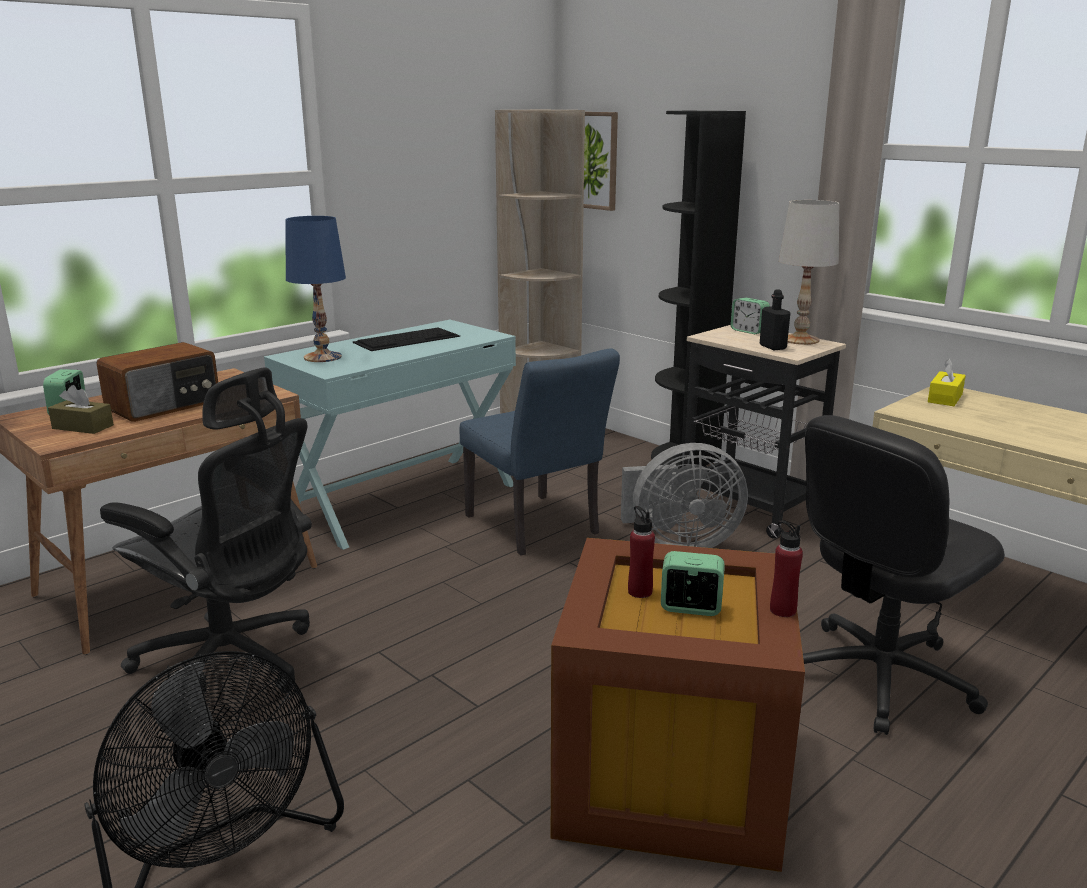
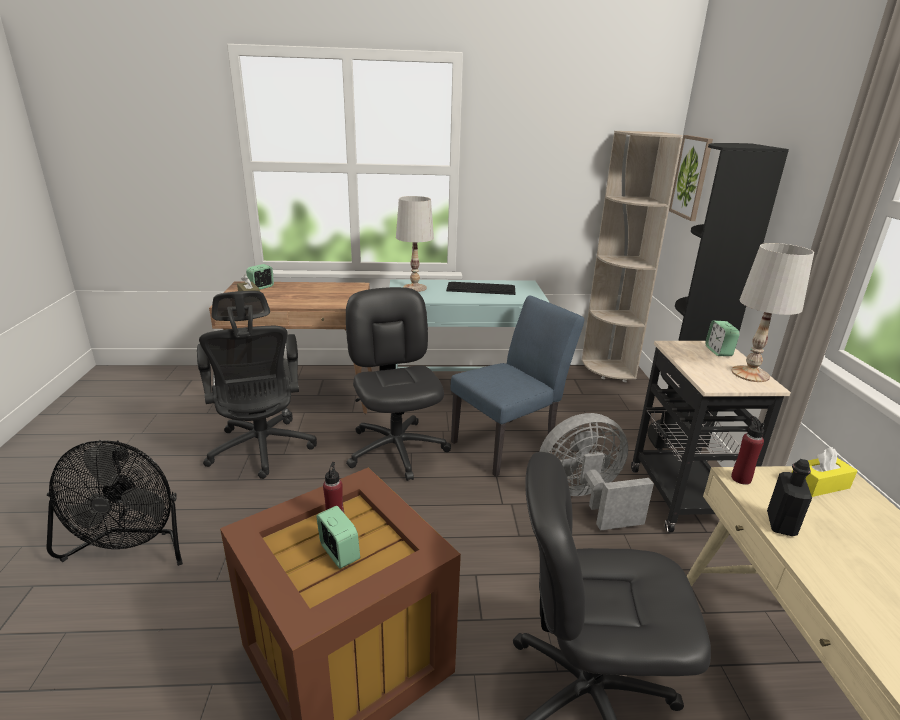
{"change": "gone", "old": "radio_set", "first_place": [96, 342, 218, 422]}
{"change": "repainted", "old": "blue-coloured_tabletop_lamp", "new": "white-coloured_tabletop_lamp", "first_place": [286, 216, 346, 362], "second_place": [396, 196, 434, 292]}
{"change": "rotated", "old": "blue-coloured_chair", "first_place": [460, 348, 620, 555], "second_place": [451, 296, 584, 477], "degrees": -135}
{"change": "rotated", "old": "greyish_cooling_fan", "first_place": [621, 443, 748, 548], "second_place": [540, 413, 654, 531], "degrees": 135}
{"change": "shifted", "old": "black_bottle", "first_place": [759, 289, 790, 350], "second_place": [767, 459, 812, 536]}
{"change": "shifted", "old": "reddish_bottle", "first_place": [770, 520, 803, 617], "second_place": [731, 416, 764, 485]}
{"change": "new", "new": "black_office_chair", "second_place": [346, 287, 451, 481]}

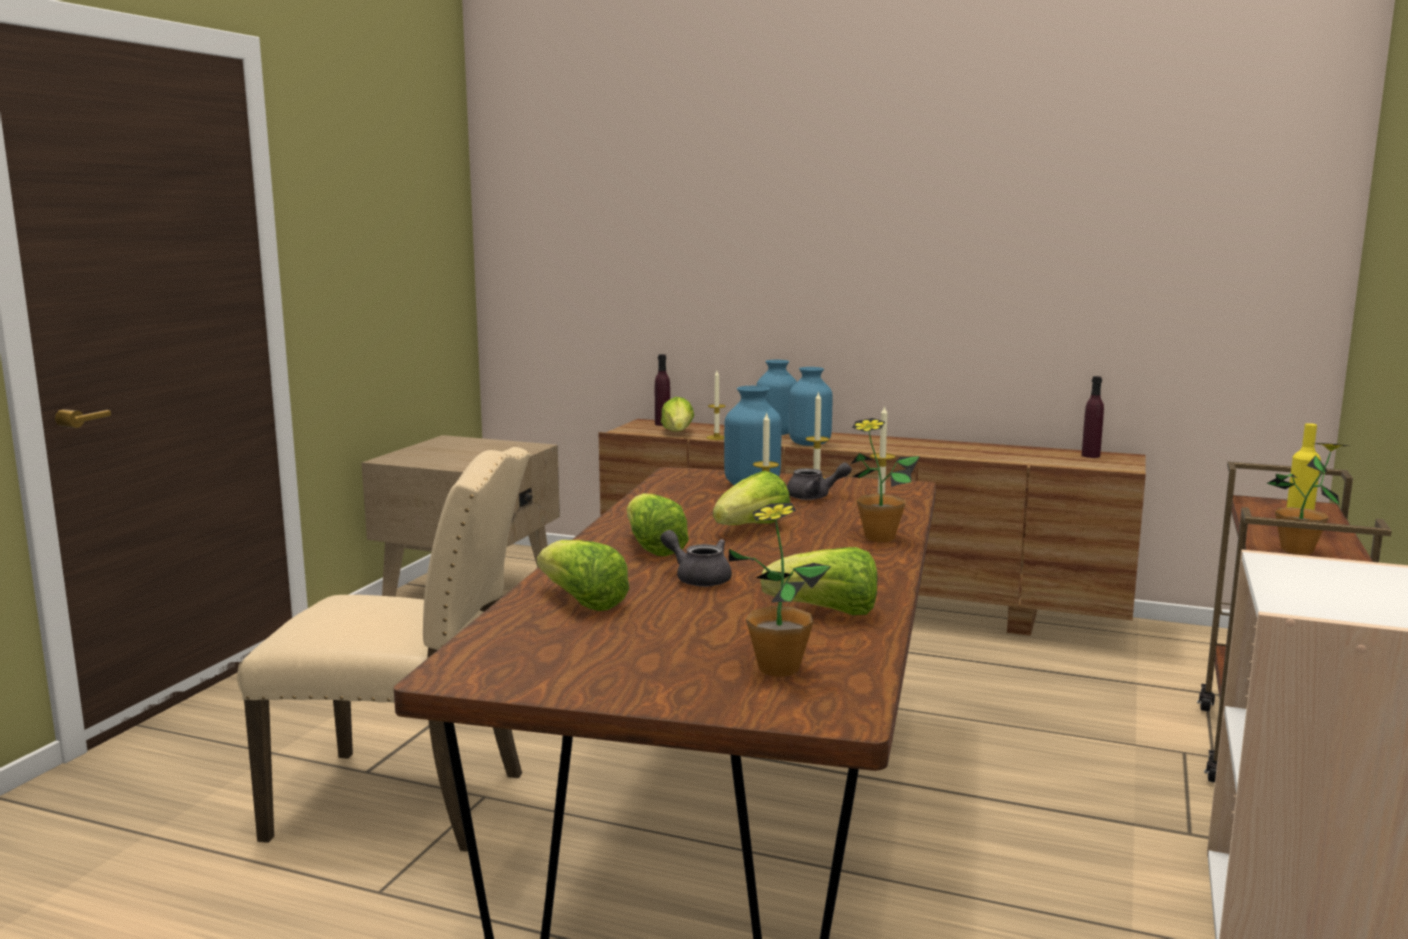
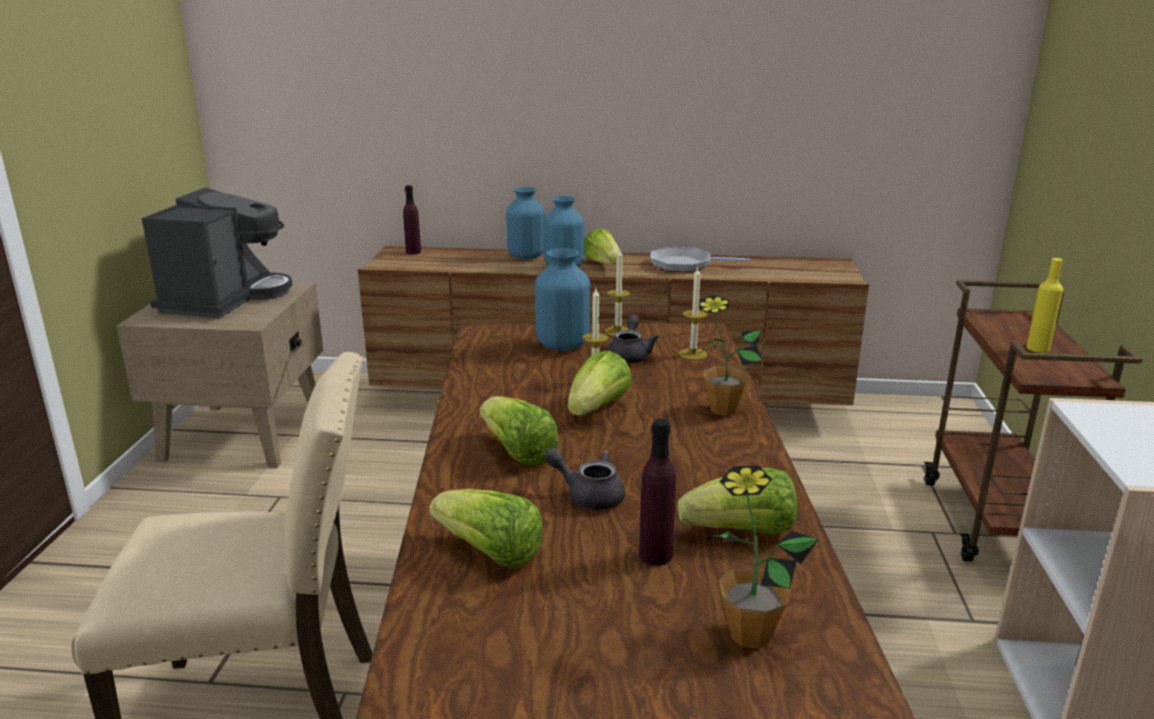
{"change": "shifted", "old": "lettuce", "first_place": [661, 397, 694, 432], "second_place": [584, 228, 619, 265]}
{"change": "gone", "old": "candle", "first_place": [706, 371, 726, 440]}
{"change": "rotated", "old": "greyish_teapot", "first_place": [787, 463, 852, 500], "second_place": [607, 314, 659, 363], "degrees": -60}
{"change": "shifted", "old": "purple_bottle", "first_place": [1082, 376, 1104, 458], "second_place": [639, 419, 676, 566]}
{"change": "gone", "old": "houseplant", "first_place": [1266, 443, 1348, 555]}
{"change": "new", "new": "coffee_maker", "second_place": [142, 187, 292, 318]}
{"change": "new", "new": "frying_pan", "second_place": [650, 247, 749, 272]}

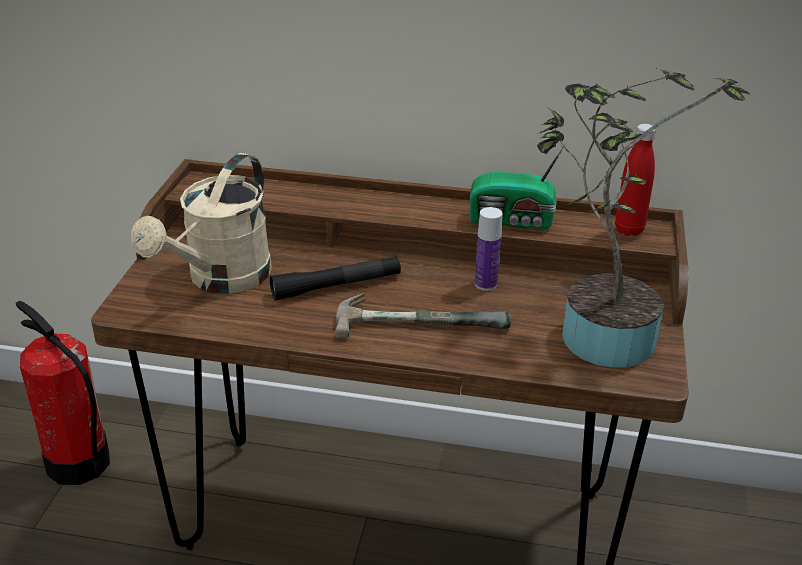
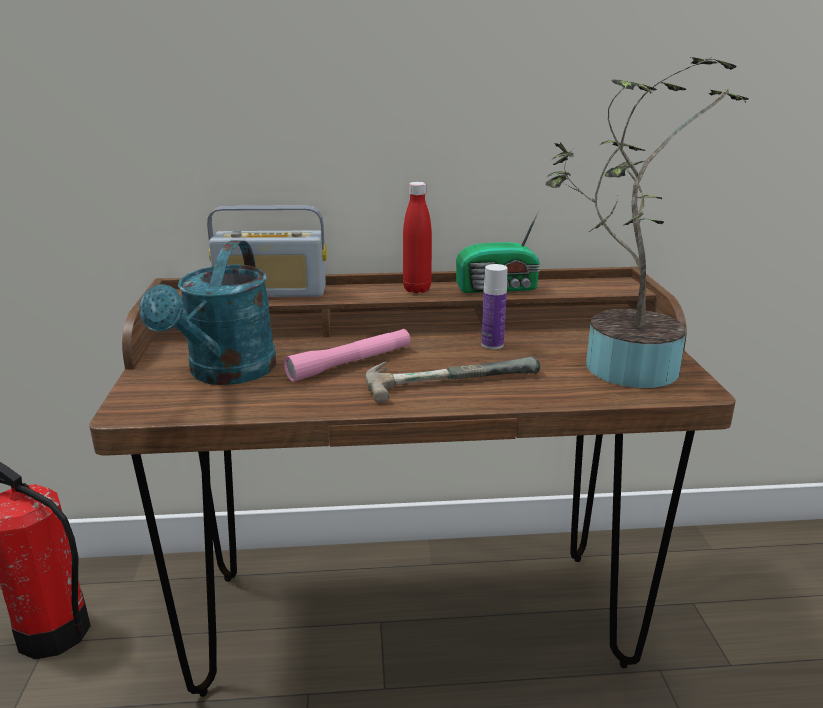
{"change": "repainted", "old": "beige-coloured_watering_can", "new": "turquoise_watering_can", "first_place": [131, 153, 272, 294], "second_place": [139, 240, 276, 385]}
{"change": "repainted", "old": "black_flashlight", "new": "pink-coloured_flashlight", "first_place": [270, 256, 401, 301], "second_place": [284, 329, 410, 382]}
{"change": "shifted", "old": "reddish_bottle", "first_place": [615, 124, 656, 236], "second_place": [403, 182, 432, 293]}
{"change": "new", "new": "radio_set", "second_place": [207, 205, 327, 297]}

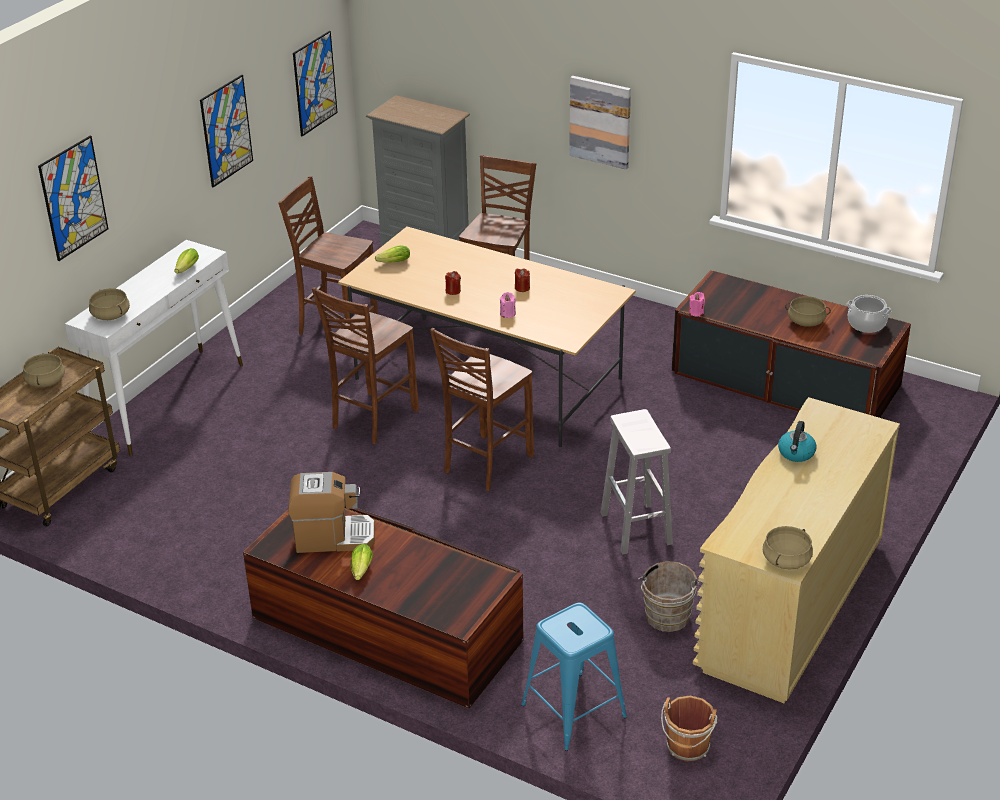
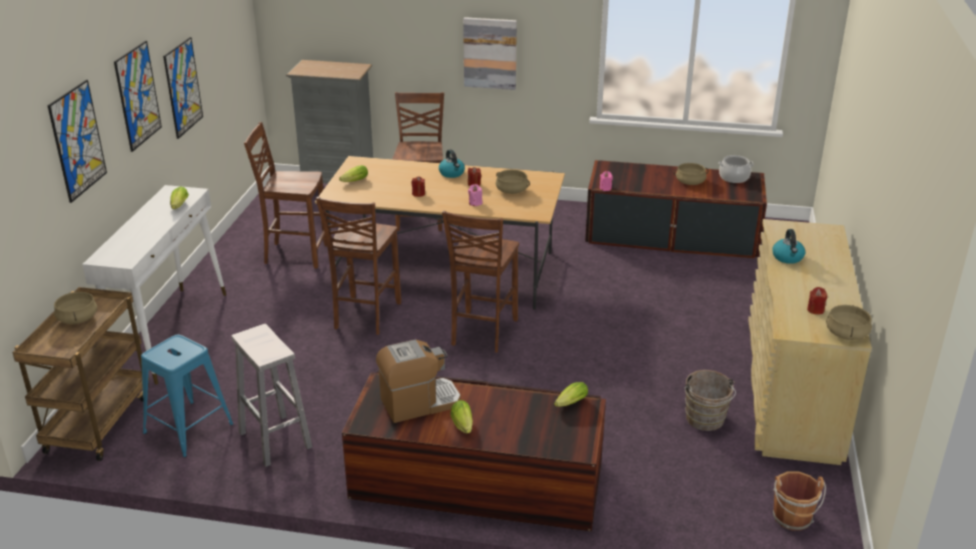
{"change": "shifted", "old": "beige-coloured_cooking_pot", "first_place": [89, 288, 130, 320], "second_place": [496, 170, 530, 194]}
{"change": "shifted", "old": "wall_art", "first_place": [293, 31, 338, 136], "second_place": [114, 41, 162, 152]}
{"change": "shifted", "old": "blue-coloured_stool_seat", "first_place": [521, 602, 627, 751], "second_place": [141, 334, 233, 457]}
{"change": "shifted", "old": "white-coloured_stool_seat", "first_place": [601, 409, 673, 555], "second_place": [231, 324, 312, 467]}
{"change": "new", "new": "kettle", "second_place": [439, 149, 465, 178]}
{"change": "new", "new": "lettuce", "second_place": [554, 382, 588, 407]}
{"change": "new", "new": "reddish_candle", "second_place": [807, 287, 827, 314]}

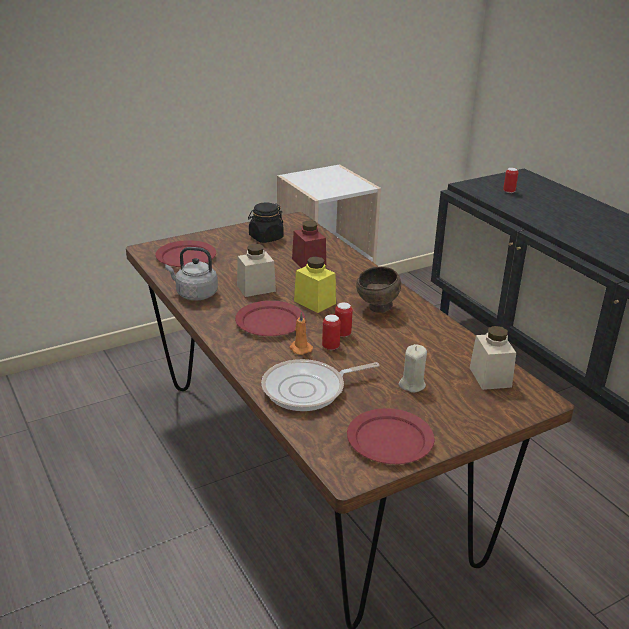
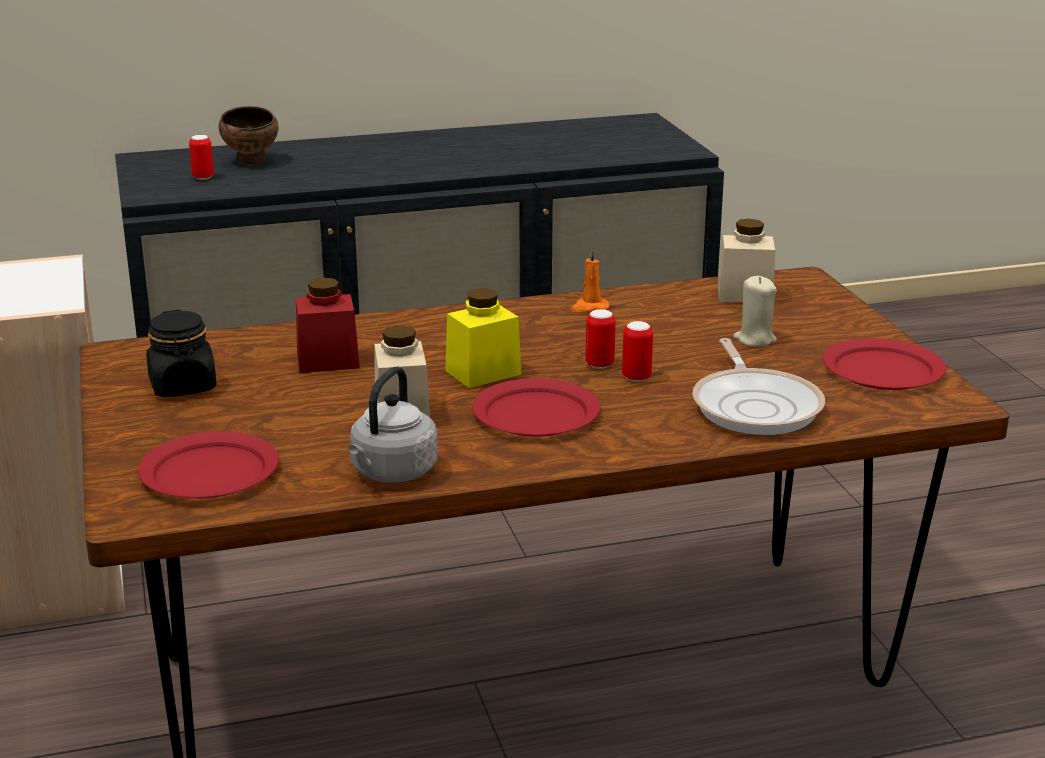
{"change": "shifted", "old": "orangey_candle", "first_place": [289, 312, 313, 355], "second_place": [571, 248, 609, 313]}
{"change": "shifted", "old": "brown-coloured_deep_dish", "first_place": [356, 266, 401, 313], "second_place": [219, 106, 278, 164]}

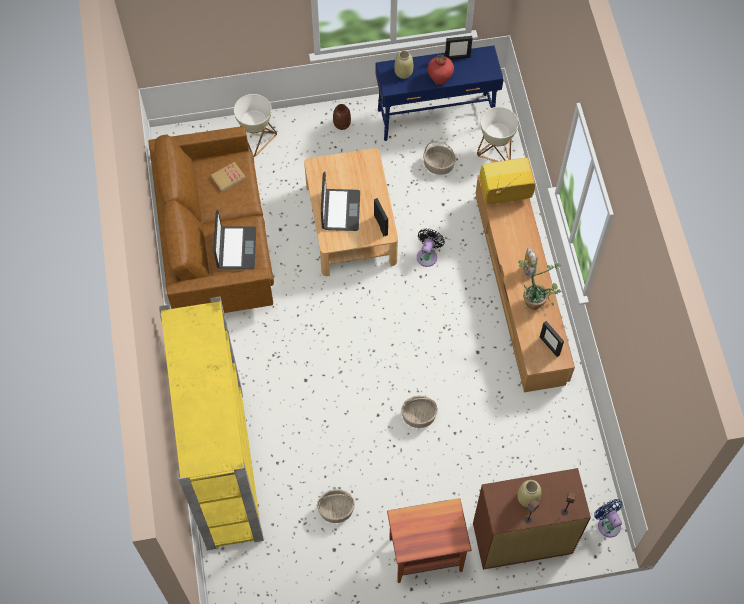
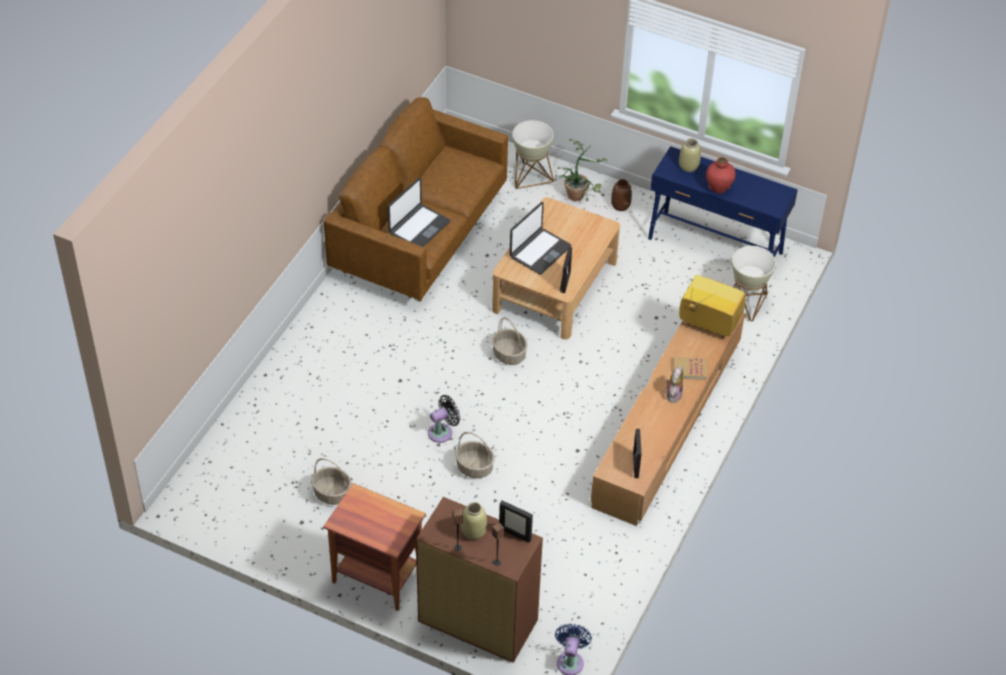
{"change": "gone", "old": "yellow_shelving_unit", "first_place": [159, 297, 264, 550]}
{"change": "shifted", "old": "bound_book", "first_place": [211, 162, 246, 192], "second_place": [673, 357, 707, 380]}
{"change": "shifted", "old": "black_cooling_fan", "first_place": [417, 228, 445, 267], "second_place": [428, 395, 460, 443]}
{"change": "shifted", "old": "household_basket", "first_place": [423, 141, 456, 175], "second_place": [492, 317, 528, 365]}
{"change": "shifted", "old": "picture_frame", "first_place": [445, 36, 472, 60], "second_place": [499, 500, 533, 543]}
{"change": "shifted", "old": "houseplant", "first_place": [518, 258, 562, 310], "second_place": [554, 139, 607, 201]}

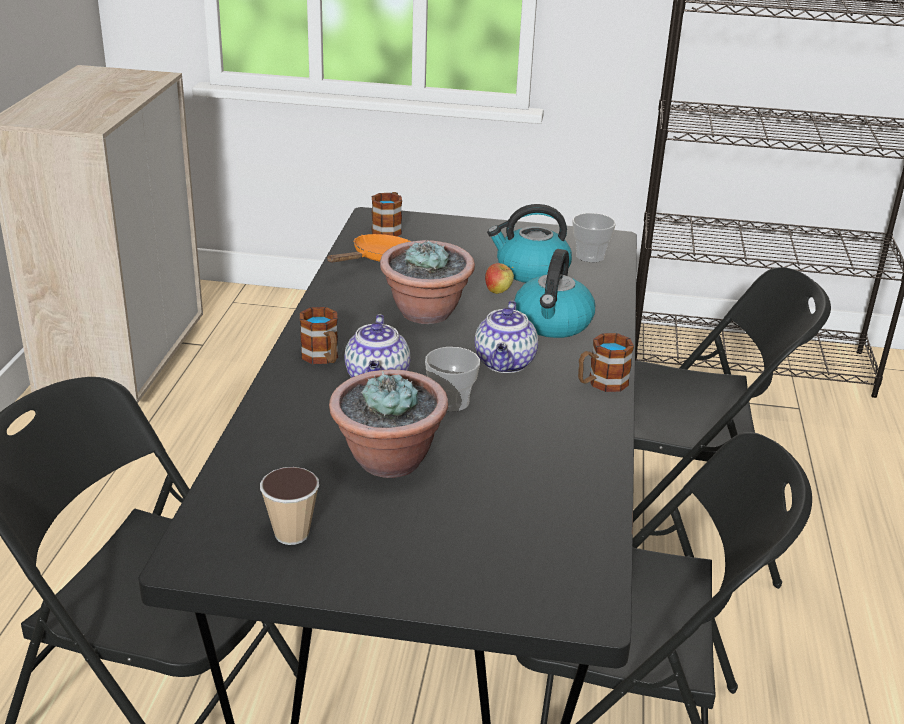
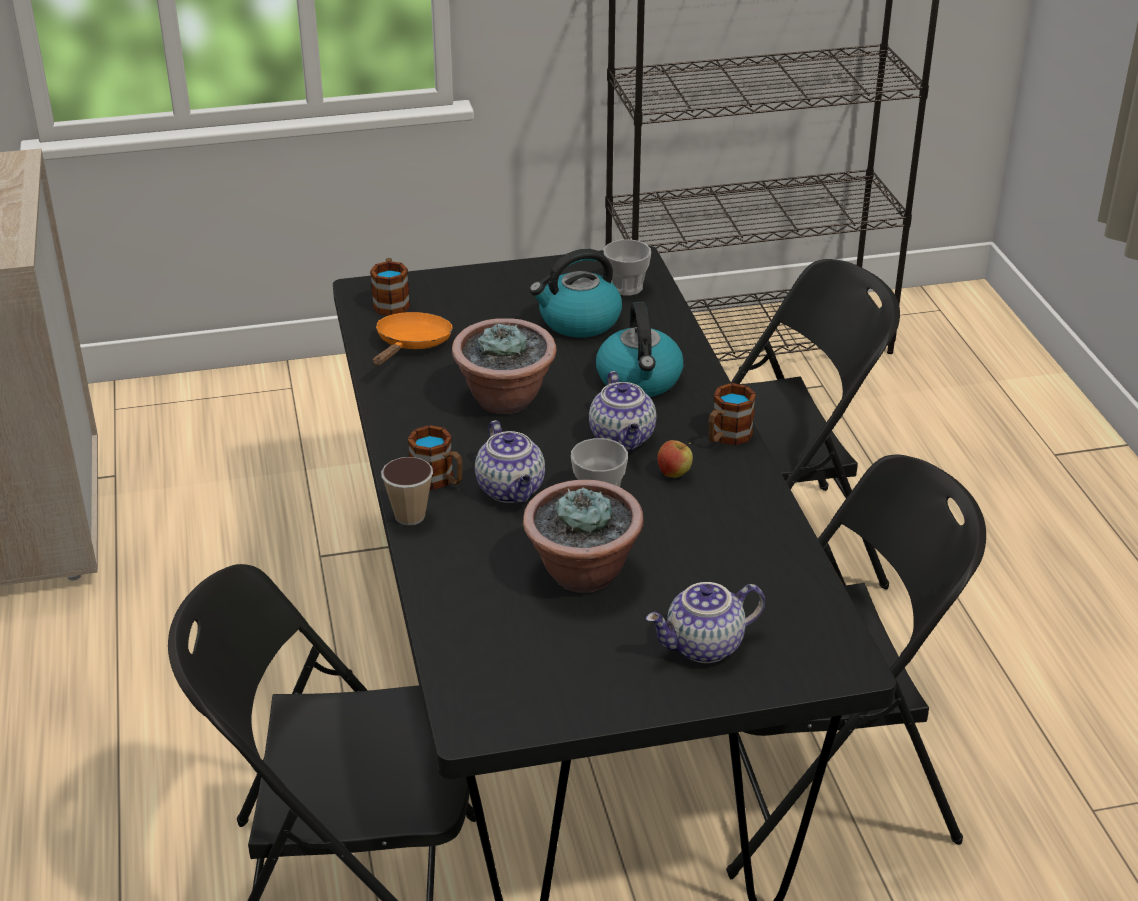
{"change": "shifted", "old": "cup", "first_place": [260, 467, 319, 545], "second_place": [381, 457, 433, 526]}
{"change": "shifted", "old": "apple_fruit", "first_place": [485, 263, 514, 294], "second_place": [657, 440, 693, 478]}
{"change": "new", "new": "teapot", "second_place": [646, 582, 765, 663]}

